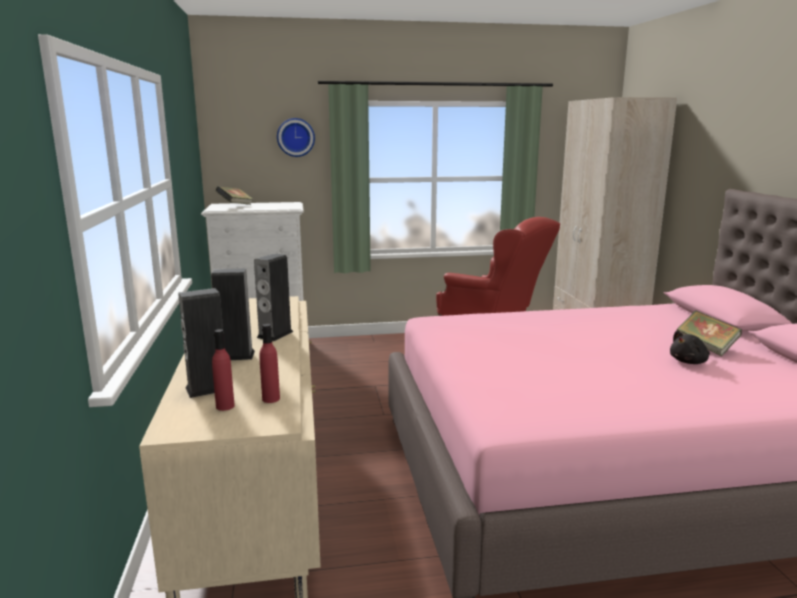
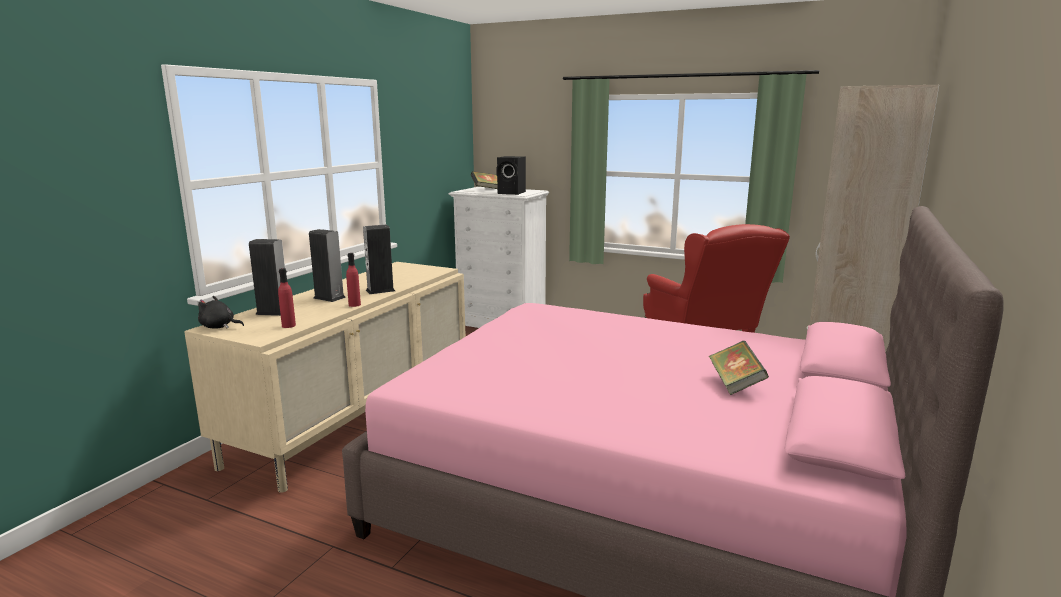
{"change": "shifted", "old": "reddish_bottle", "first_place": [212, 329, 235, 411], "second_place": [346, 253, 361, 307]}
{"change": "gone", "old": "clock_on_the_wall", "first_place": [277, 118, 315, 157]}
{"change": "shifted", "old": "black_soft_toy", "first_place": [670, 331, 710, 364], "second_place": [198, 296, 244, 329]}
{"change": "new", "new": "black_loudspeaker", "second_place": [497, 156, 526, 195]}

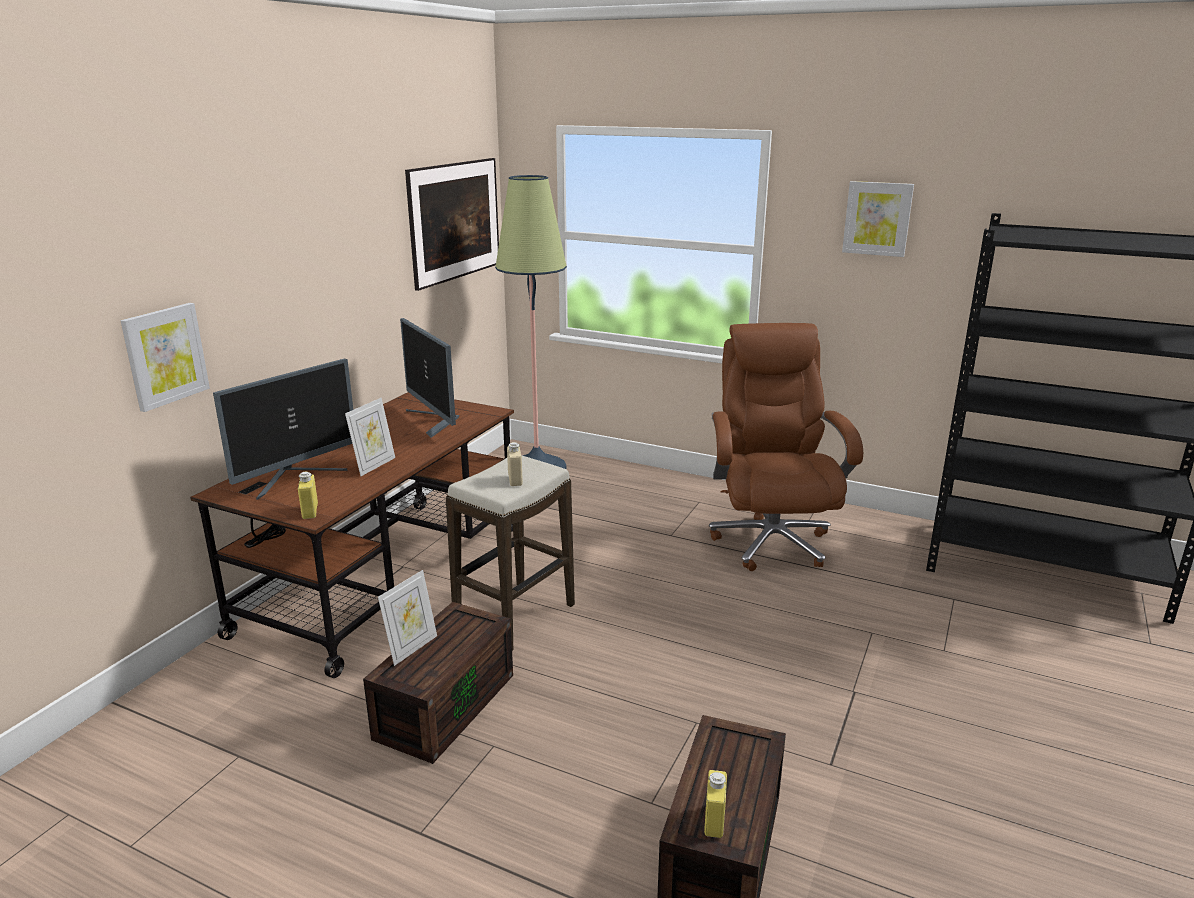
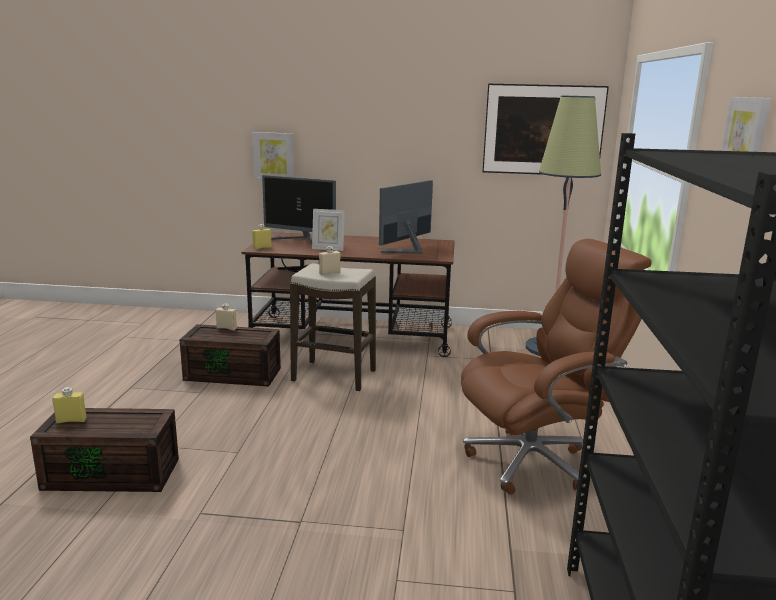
{"change": "swapped", "old": "picture_frame", "new": "beige-coloured_bottle", "first_place": [378, 570, 437, 666], "second_place": [216, 303, 237, 330]}

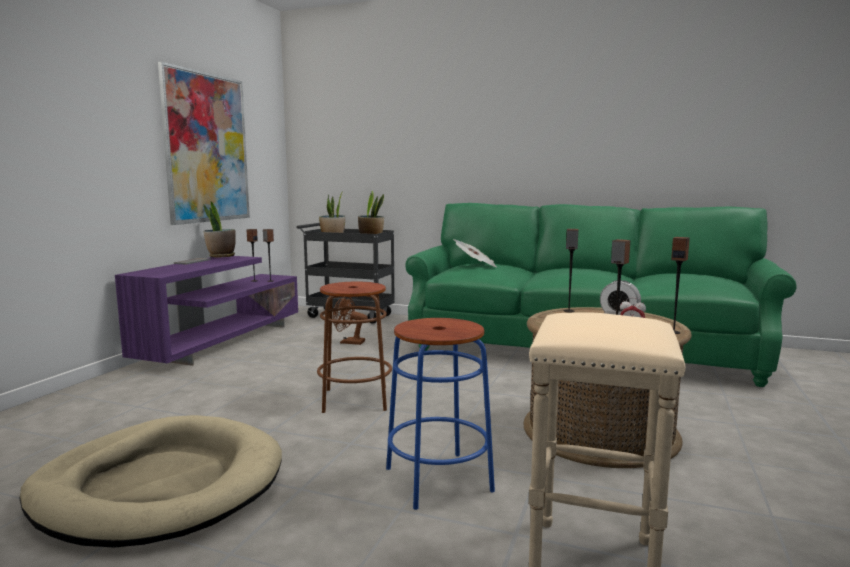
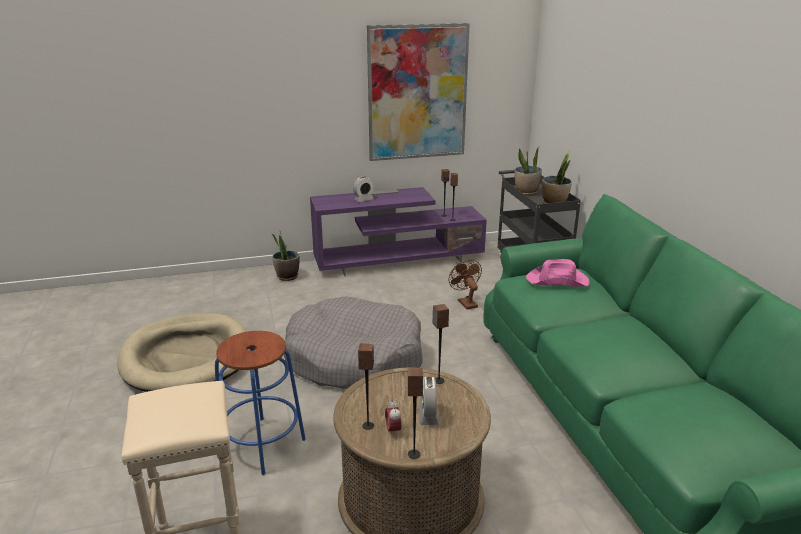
{"change": "shifted", "old": "houseplant", "first_place": [204, 202, 236, 258], "second_place": [272, 231, 300, 281]}
{"change": "swapped", "old": "brown-coloured_stool_seat", "new": "greyish_dog_bed", "first_place": [317, 282, 392, 413], "second_place": [284, 296, 423, 389]}
{"change": "swapped", "old": "printed_paper", "new": "pink-coloured_wearable_hat", "first_place": [453, 239, 496, 267], "second_place": [526, 259, 590, 287]}
{"change": "new", "new": "alarm_clock", "second_place": [353, 177, 374, 202]}

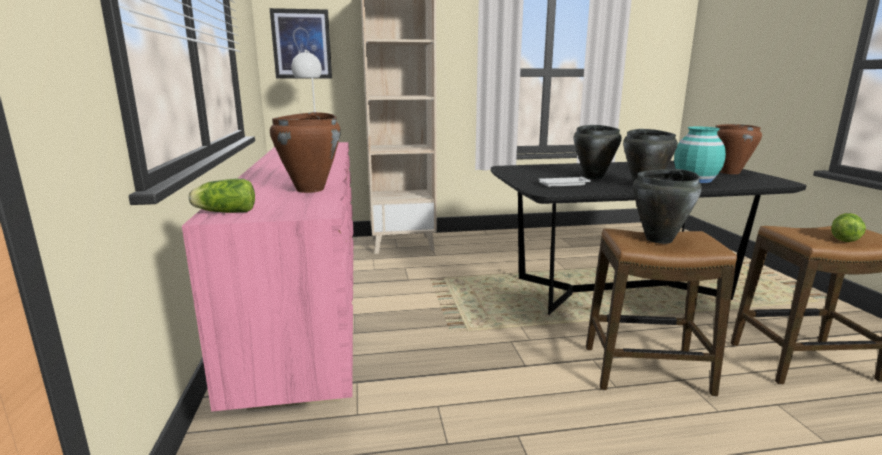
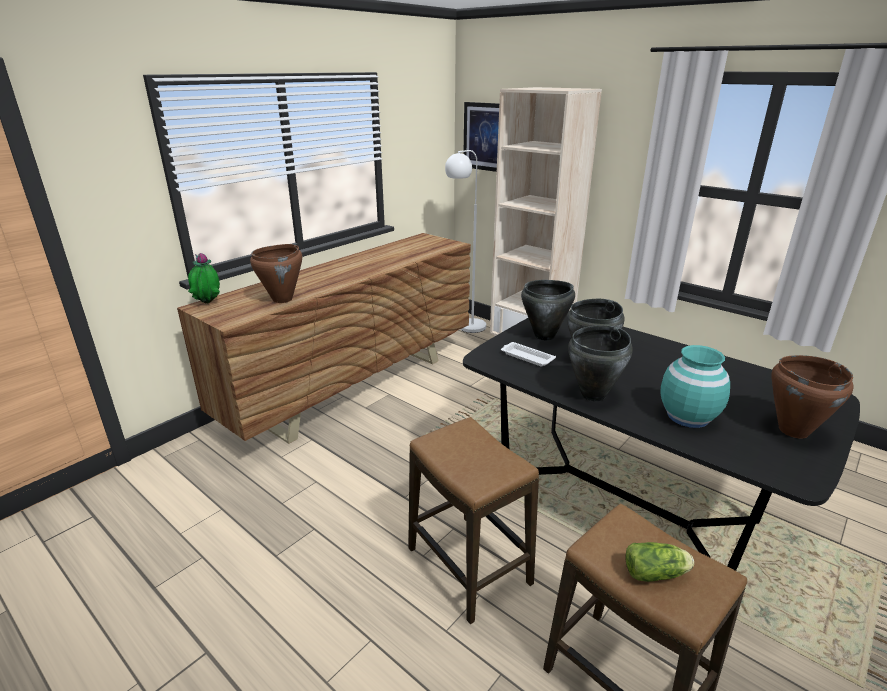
{"change": "repainted", "old": "pink-coloured_cabinet", "new": "brown-coloured_cabinet", "first_place": [182, 142, 353, 412], "second_place": [177, 233, 471, 444]}
{"change": "swapped", "old": "lettuce", "new": "houseplant", "first_place": [189, 178, 255, 213], "second_place": [188, 253, 220, 303]}
{"change": "shifted", "old": "black_cooking_pot", "first_place": [633, 169, 702, 244], "second_place": [521, 280, 575, 340]}

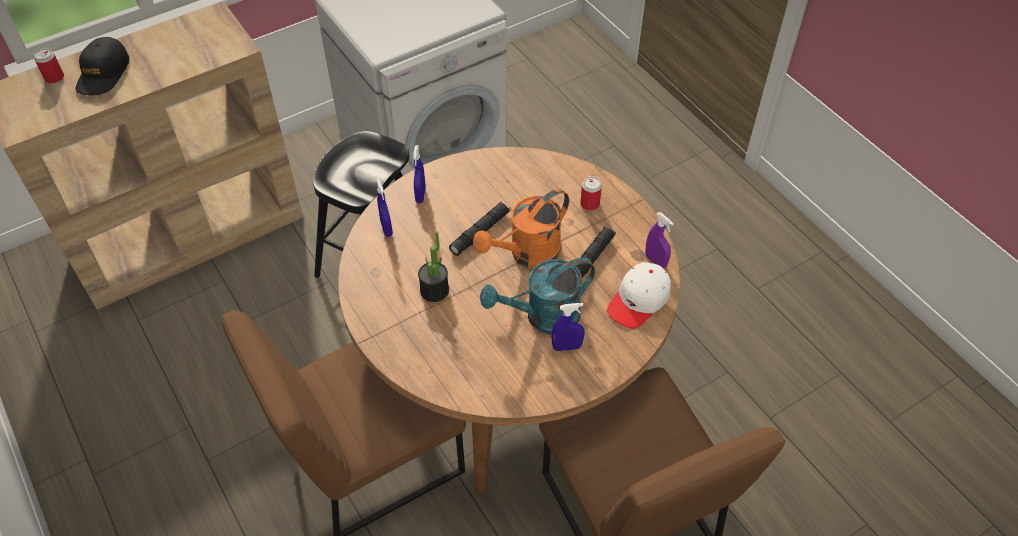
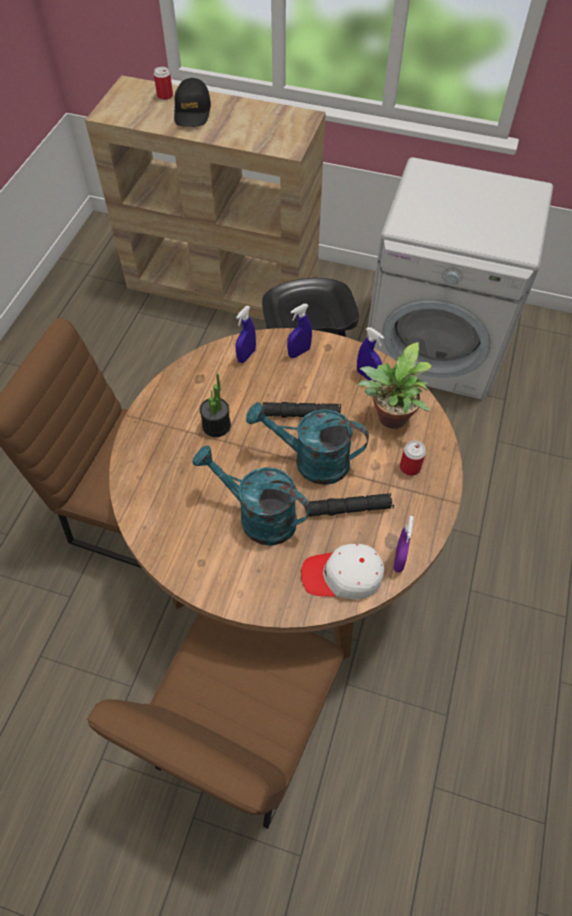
{"change": "rotated", "old": "black_peaked_cap", "first_place": [76, 37, 130, 95], "second_place": [174, 78, 211, 127], "degrees": -60}
{"change": "repainted", "old": "orangey_watering_can", "new": "turquoise_watering_can", "first_place": [473, 188, 569, 268], "second_place": [246, 402, 369, 485]}
{"change": "shifted", "old": "blue-coloured_hand_sprayer", "first_place": [552, 303, 585, 351], "second_place": [357, 327, 384, 382]}
{"change": "new", "new": "houseplant", "second_place": [357, 342, 432, 429]}

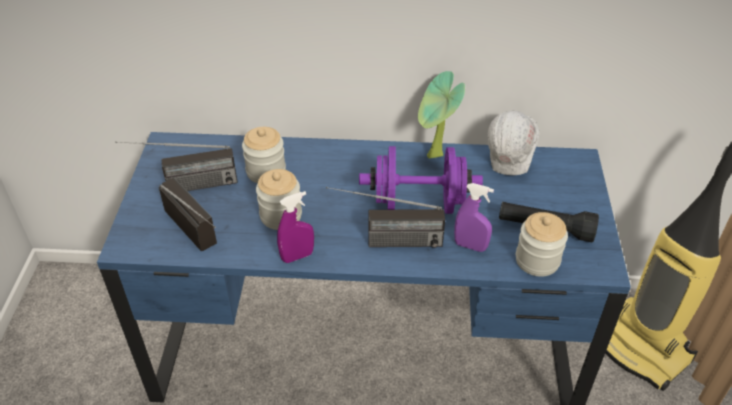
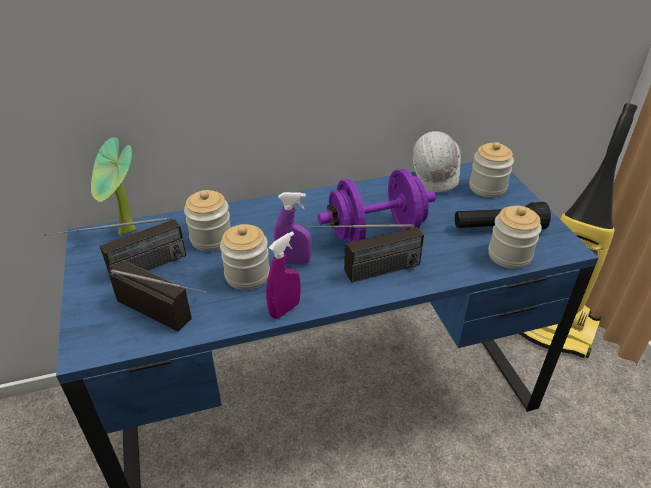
{"change": "shifted", "old": "houseplant", "first_place": [418, 71, 465, 159], "second_place": [91, 137, 136, 236]}
{"change": "shifted", "old": "purple_hand_sprayer", "first_place": [454, 183, 494, 252], "second_place": [274, 192, 312, 265]}
{"change": "new", "new": "preserve_jar", "second_place": [469, 142, 514, 198]}

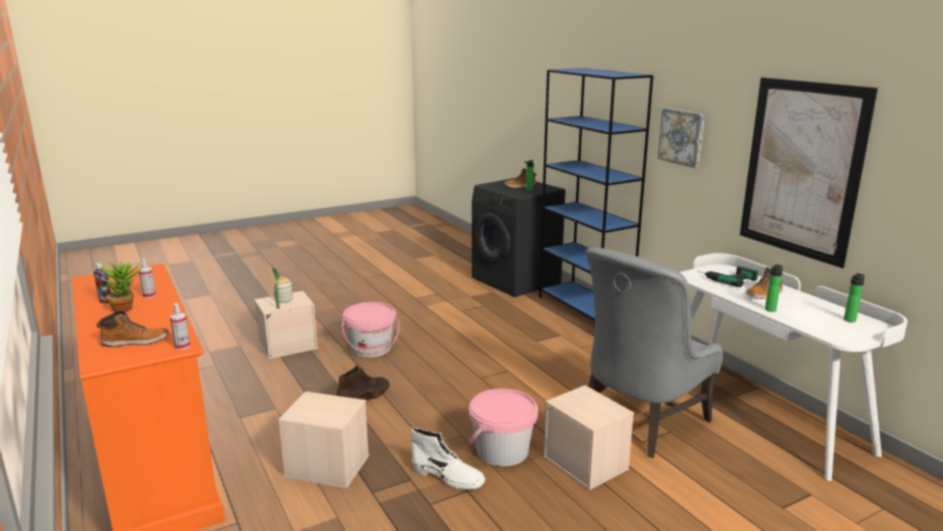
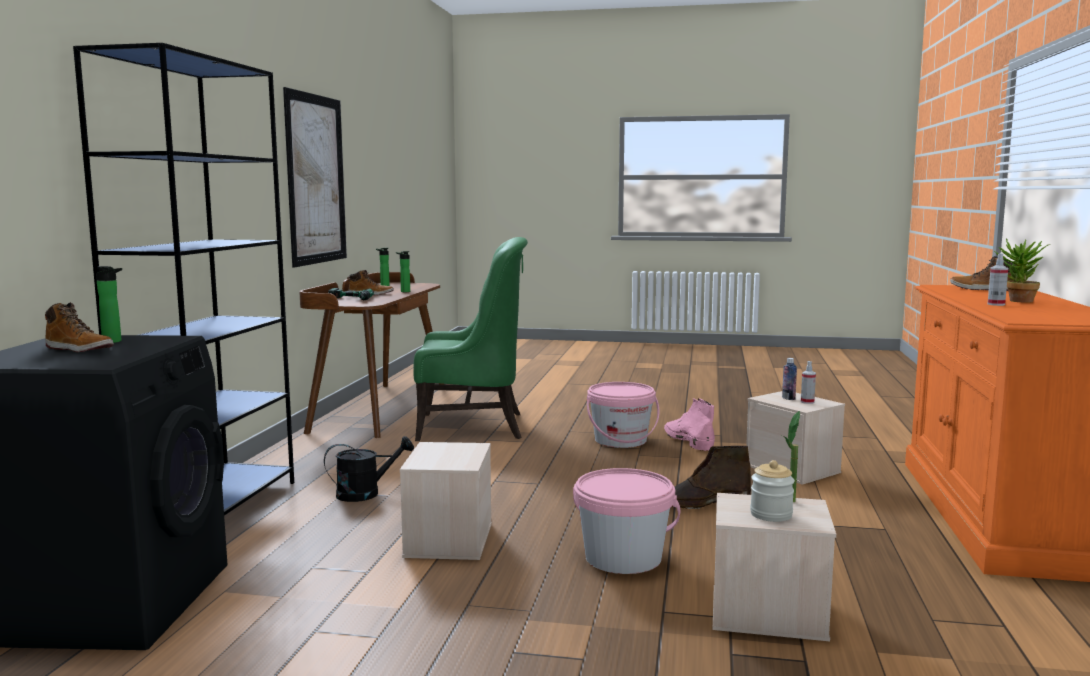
{"change": "shifted", "old": "bottle", "first_place": [94, 263, 111, 303], "second_place": [782, 358, 797, 400]}
{"change": "shifted", "old": "hand_sprayer", "first_place": [170, 303, 190, 350], "second_place": [801, 361, 816, 404]}
{"change": "repainted", "old": "white-coloured_high-top_boot", "new": "pink-coloured_high-top_boot", "first_place": [411, 428, 485, 490], "second_place": [664, 398, 715, 451]}
{"change": "shifted", "old": "beige-coloured_storage_container", "first_place": [543, 385, 634, 490], "second_place": [400, 442, 492, 560]}
{"change": "repainted", "old": "greyish_chair", "new": "green_chair", "first_place": [586, 247, 723, 458], "second_place": [413, 237, 528, 441]}
{"change": "gone", "old": "wall_art", "first_place": [658, 108, 705, 168]}
{"change": "repainted", "old": "white-coloured_desk", "new": "brown-coloured_desk", "first_place": [680, 253, 908, 481], "second_place": [299, 272, 445, 438]}
{"change": "new", "new": "black_watering_can", "second_place": [324, 436, 414, 502]}

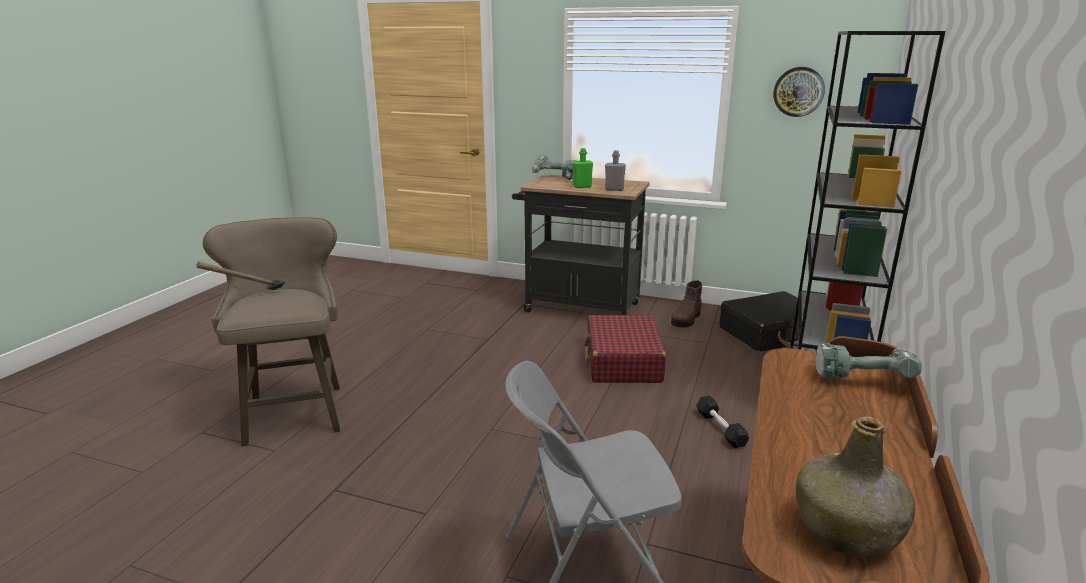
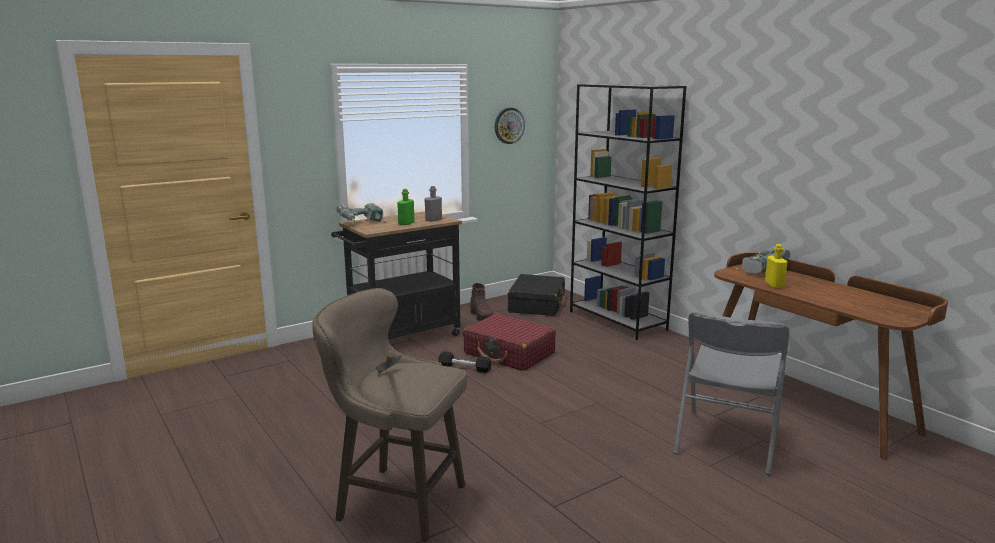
{"change": "shifted", "old": "black_free_weight", "first_place": [696, 396, 749, 448], "second_place": [438, 351, 491, 373]}
{"change": "gone", "old": "green_bottle", "first_place": [796, 417, 915, 558]}
{"change": "new", "new": "yellow_bottle", "second_place": [765, 244, 787, 288]}

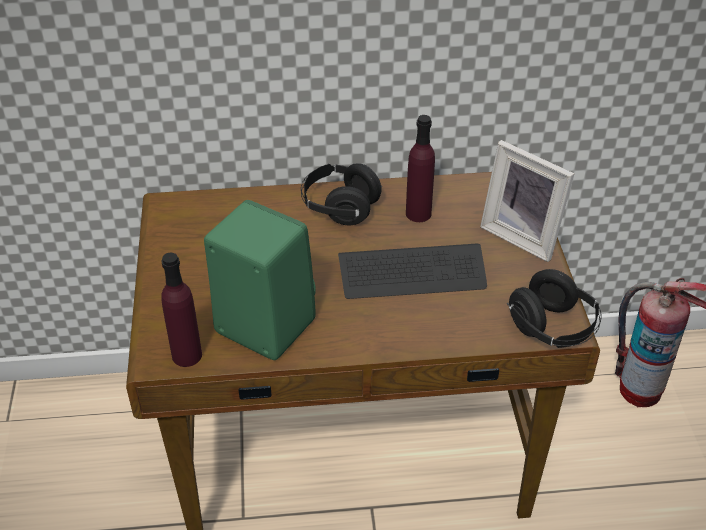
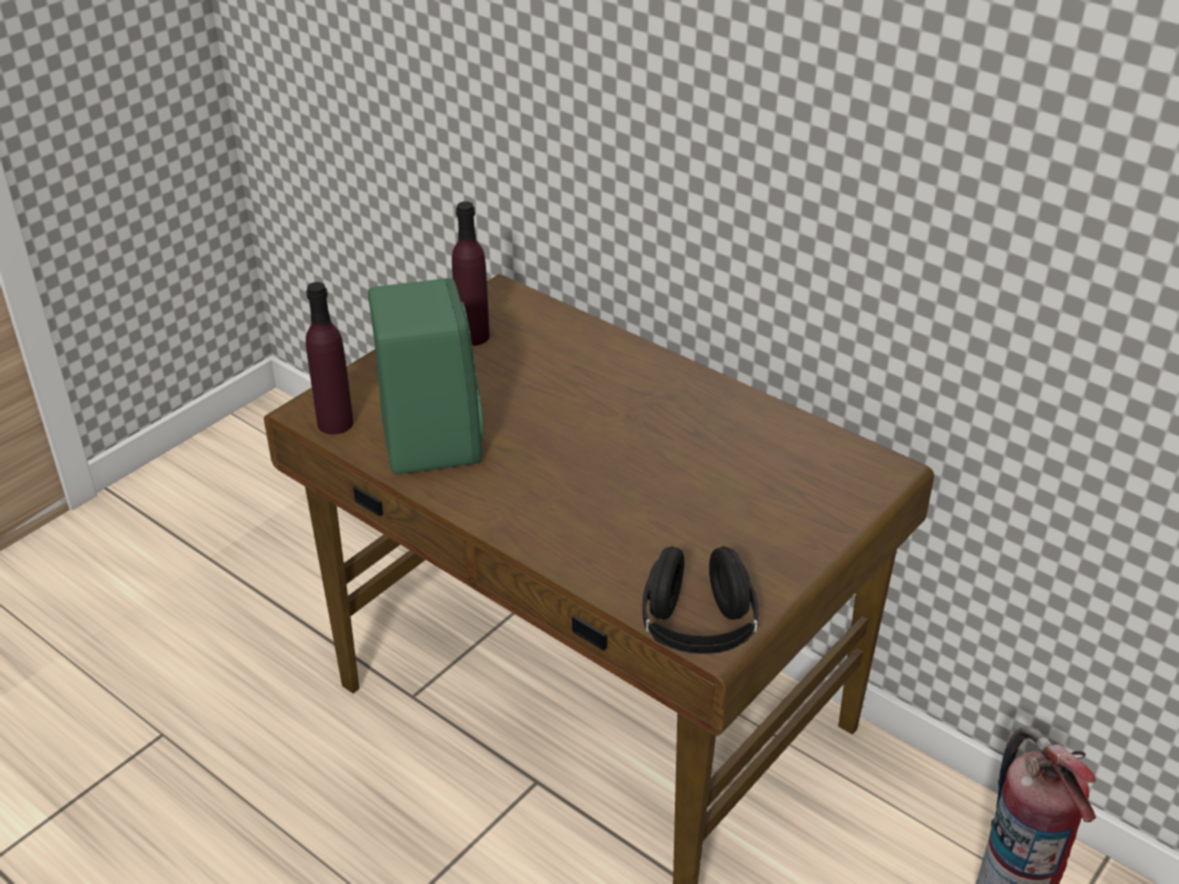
{"change": "gone", "old": "black_pair_of_headphones", "first_place": [301, 164, 382, 225]}
{"change": "gone", "old": "PC_keyboard", "first_place": [338, 244, 487, 299]}
{"change": "shifted", "old": "purple_bottle", "first_place": [406, 115, 435, 222], "second_place": [452, 201, 490, 346]}
{"change": "gone", "old": "picture_frame", "first_place": [480, 140, 574, 262]}

